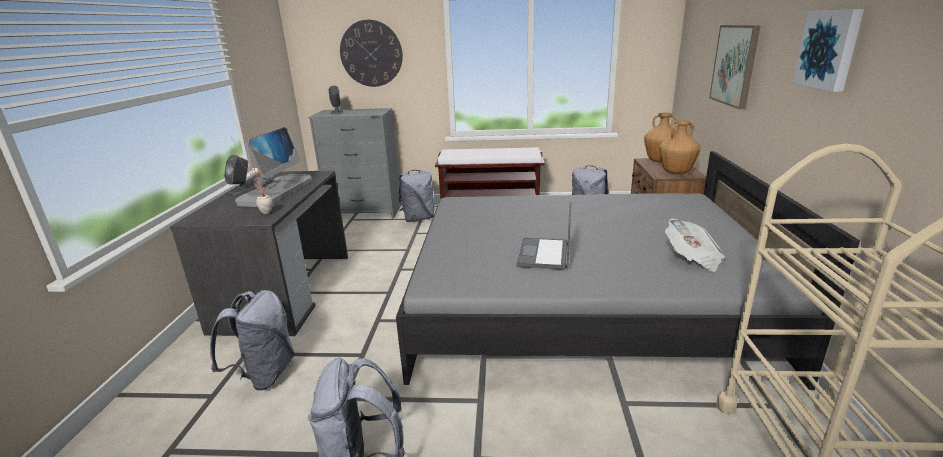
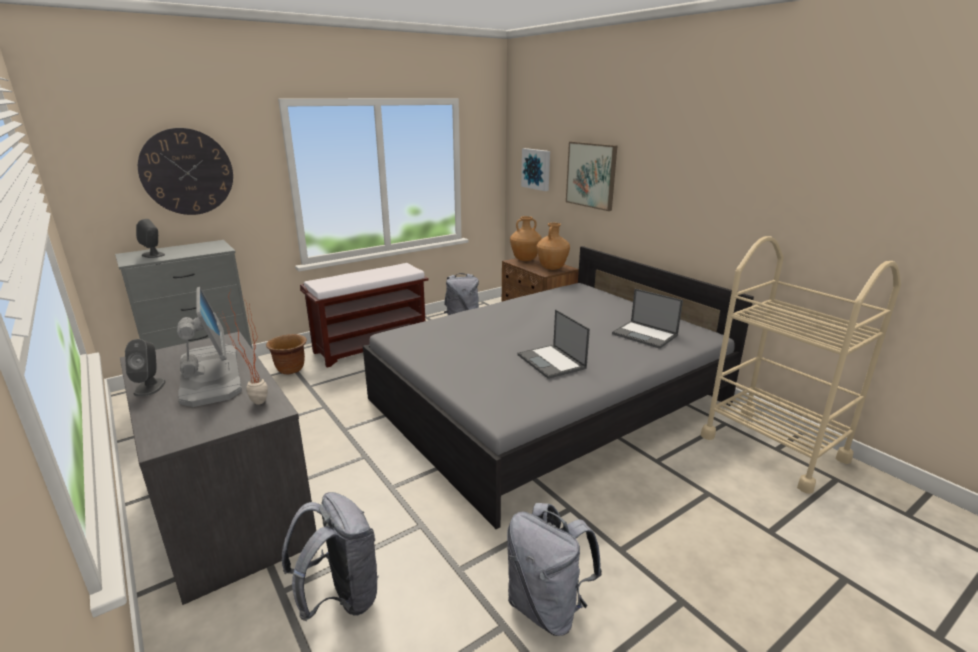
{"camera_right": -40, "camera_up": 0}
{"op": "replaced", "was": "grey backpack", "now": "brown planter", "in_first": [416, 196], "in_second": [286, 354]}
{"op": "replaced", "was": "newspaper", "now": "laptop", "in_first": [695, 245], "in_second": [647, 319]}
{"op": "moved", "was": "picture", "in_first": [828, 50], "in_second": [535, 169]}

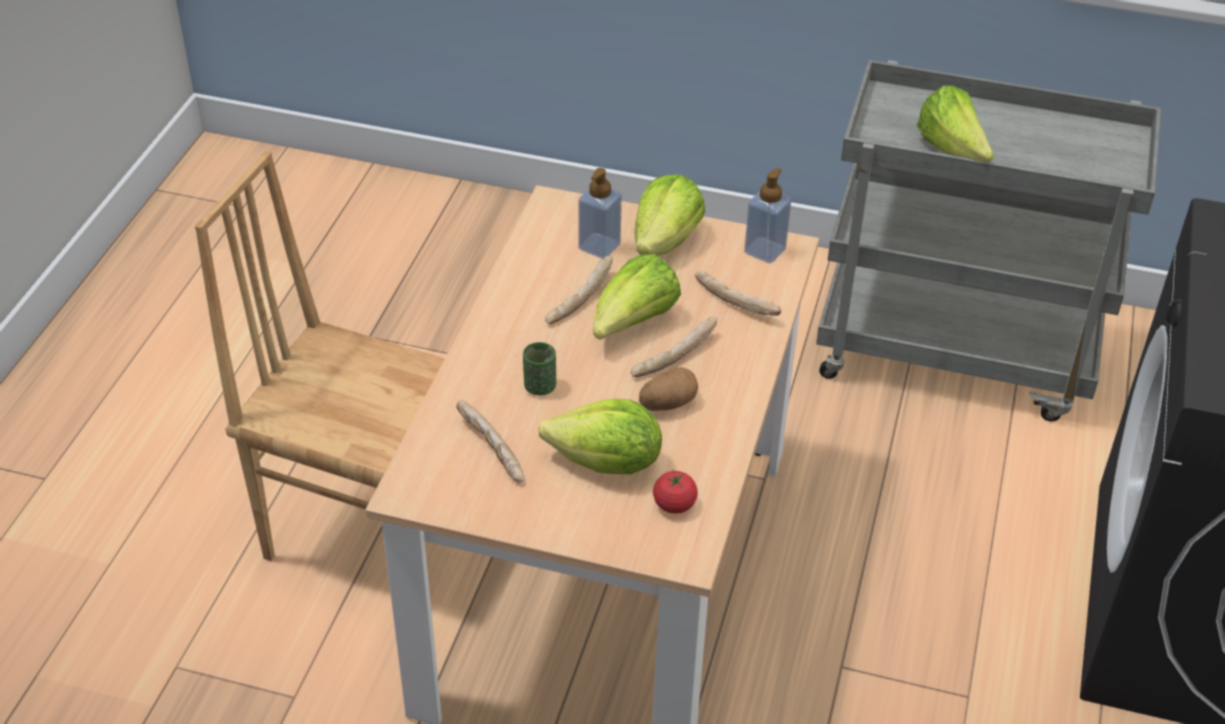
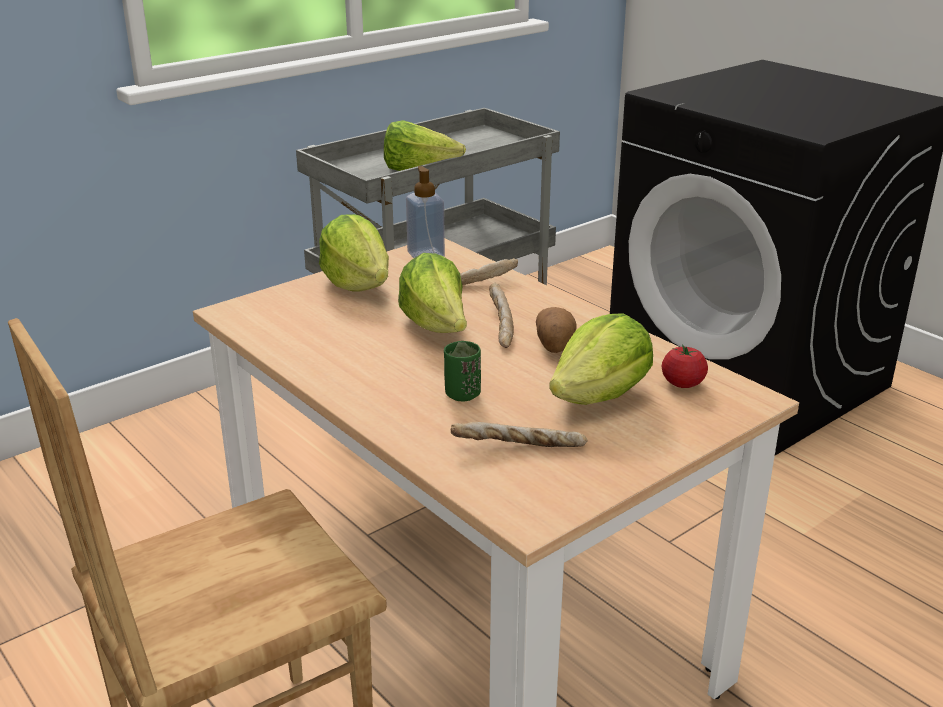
{"camera_right": -55, "camera_up": -15}
{"op": "removed", "was": "bread", "in_first": [579, 290]}
{"op": "removed", "was": "soap dispenser", "in_first": [600, 213]}

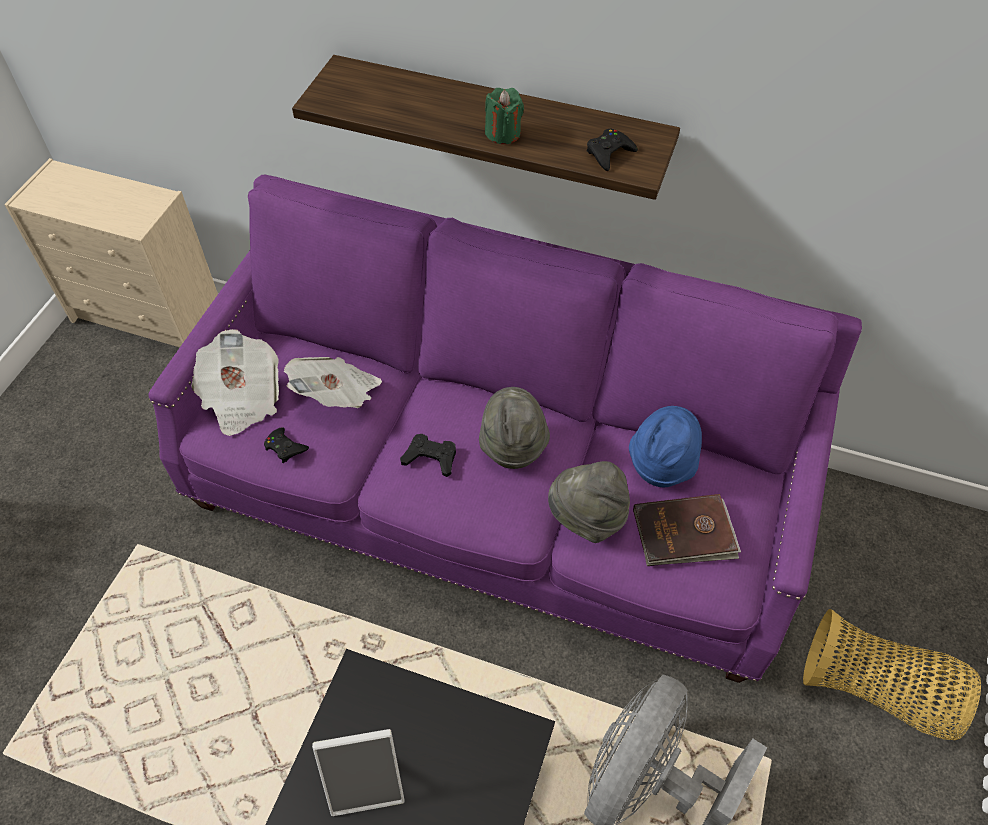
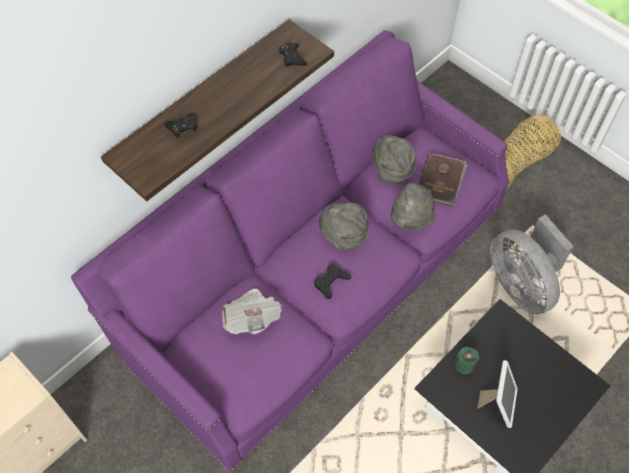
{"camera_right": -65, "camera_up": 5}
{"op": "removed", "was": "newspaper", "in_first": [235, 382]}
{"op": "moved", "was": "black game controller", "in_first": [286, 445], "in_second": [180, 125]}
{"op": "moved", "was": "green candle", "in_first": [504, 116], "in_second": [467, 360]}
{"op": "recoloured", "was": "blue hat", "now": "grey hat", "in_first": [665, 446], "in_second": [394, 159]}

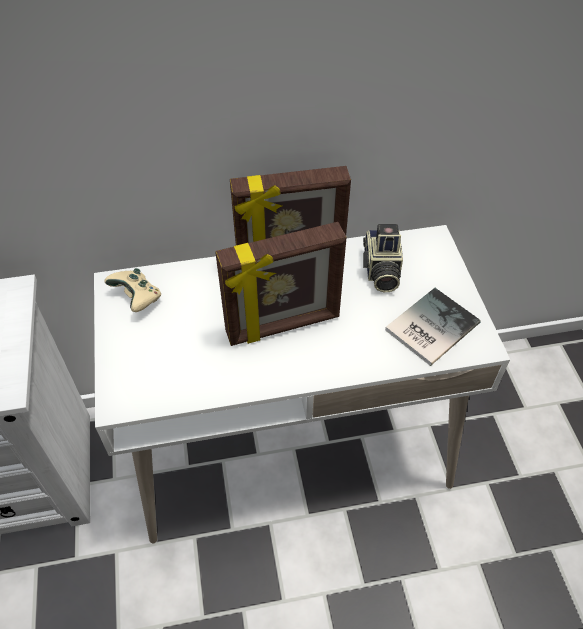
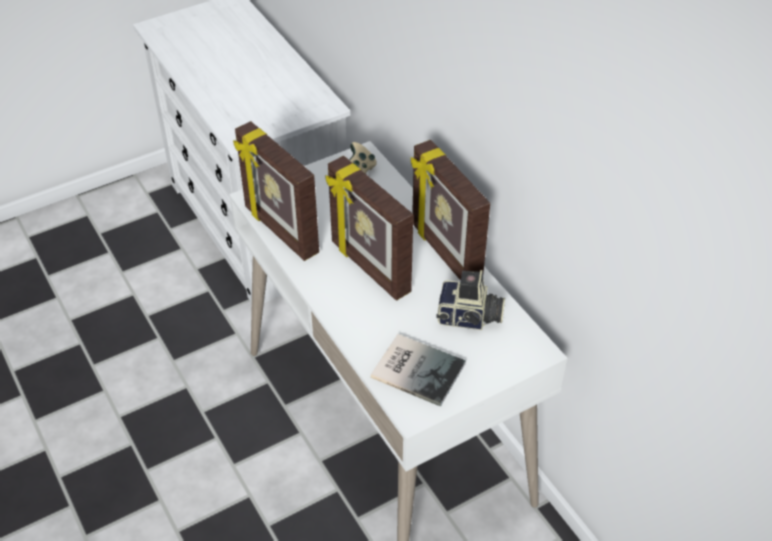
{"camera_right": 70, "camera_up": -5}
{"op": "turned", "was": "photo camera", "in_first": [383, 258], "in_second": [470, 300], "clockwise": -150}
{"op": "added", "now": "picture frame", "in_second": [276, 191]}

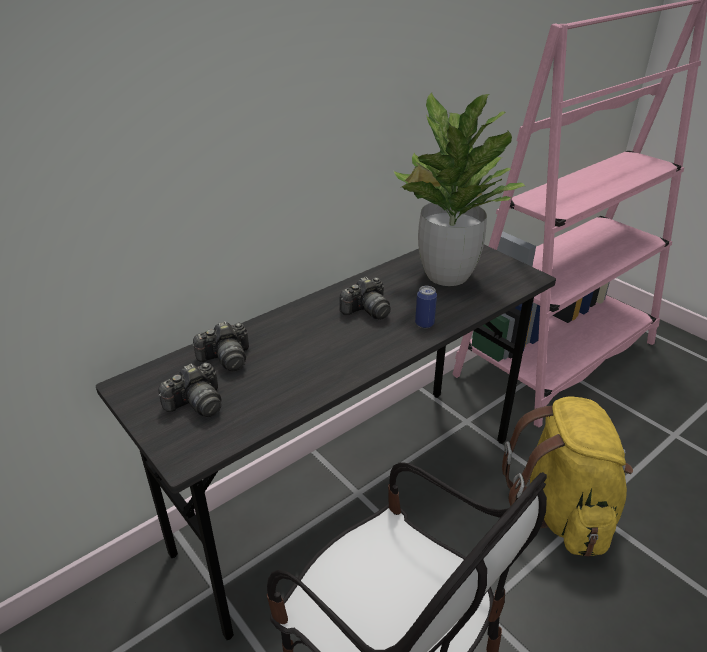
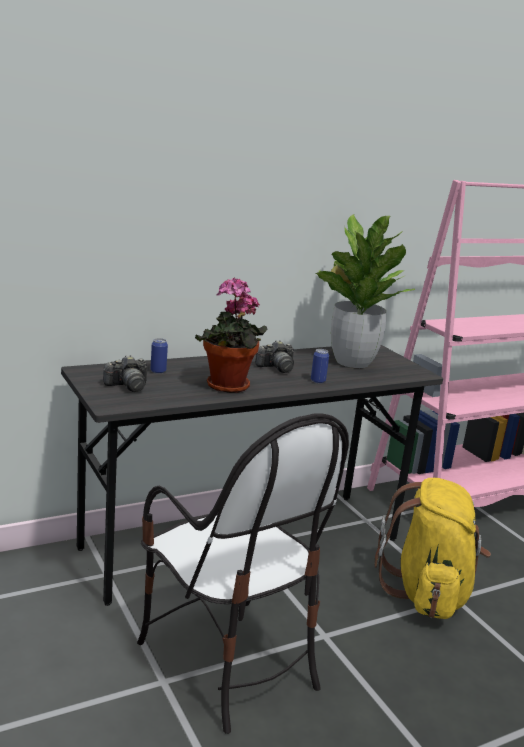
{"camera_right": 10, "camera_up": -15}
{"op": "replaced", "was": "photo camera", "now": "can", "in_first": [220, 346], "in_second": [159, 356]}
{"op": "added", "now": "potted plant", "in_second": [231, 335]}

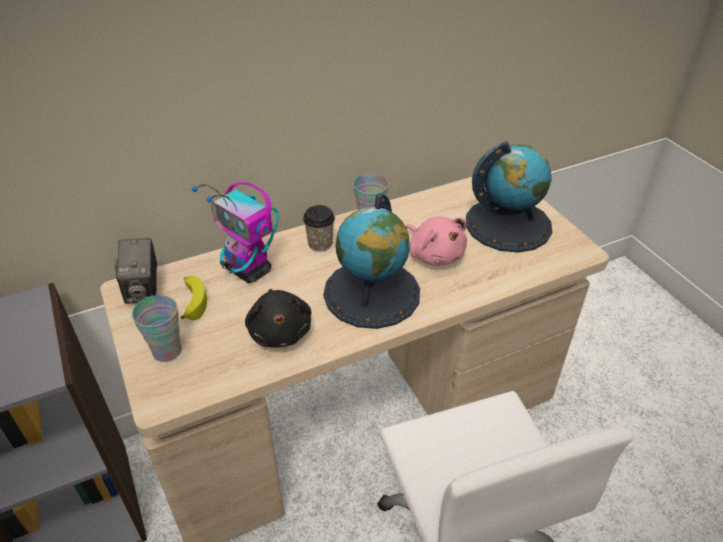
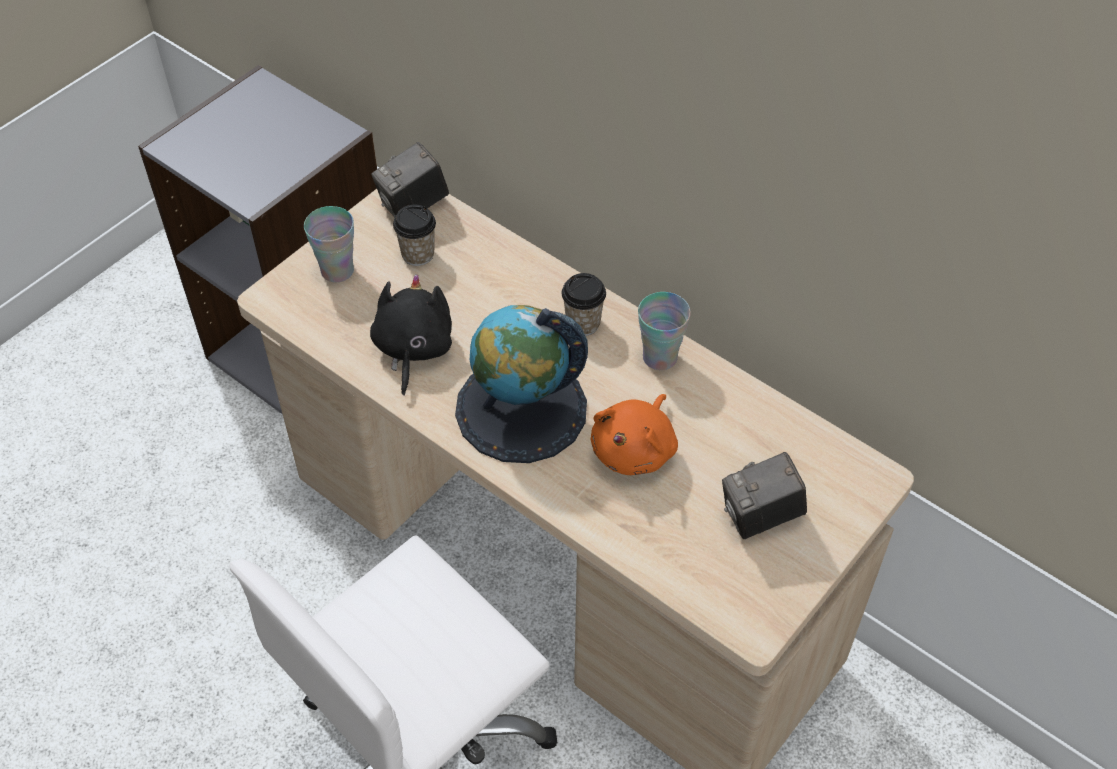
{"camera_right": 65, "camera_up": 10}
{"op": "replaced", "was": "banana", "now": "cup", "in_first": [194, 298], "in_second": [414, 235]}
{"op": "removed", "was": "toy robot", "in_first": [235, 232]}
{"op": "turned", "was": "black plush toy", "in_first": [278, 318], "in_second": [411, 335], "clockwise": 135}
{"op": "recoloured", "was": "pink plush toy", "now": "orange plush toy", "in_first": [436, 241], "in_second": [634, 434]}
{"op": "replaced", "was": "globe", "now": "photo camera", "in_first": [509, 197], "in_second": [764, 495]}

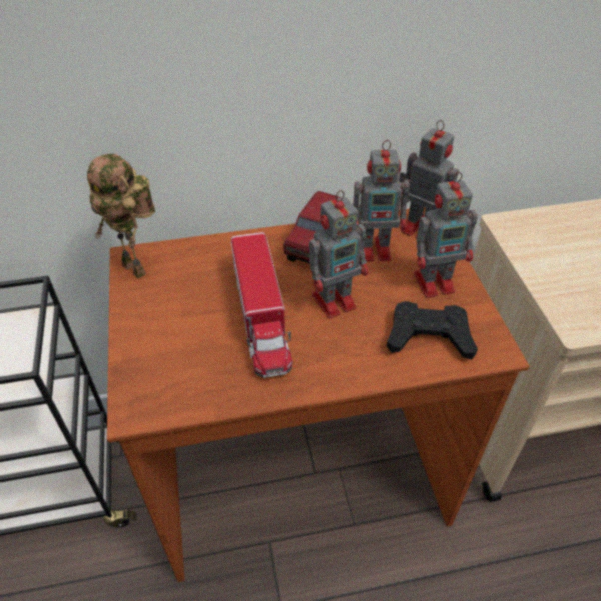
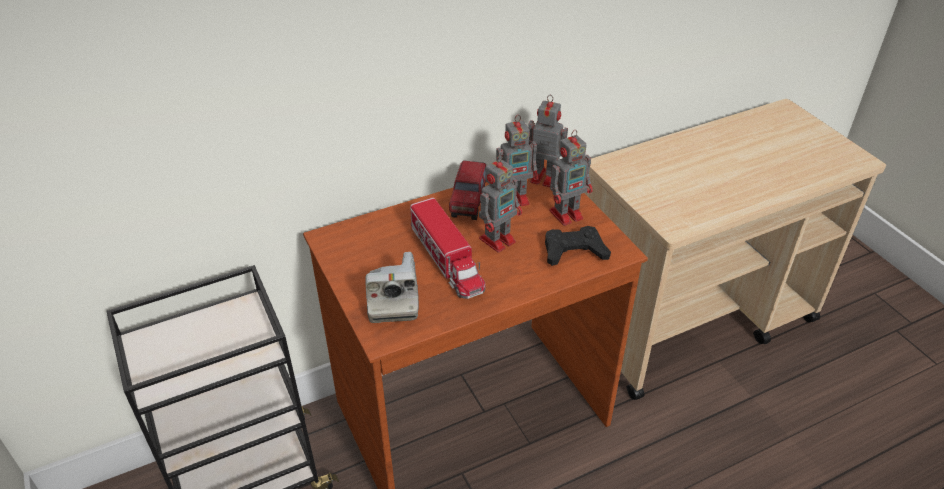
{"camera_right": -15, "camera_up": -5}
{"op": "removed", "was": "toy robot", "in_first": [121, 216]}
{"op": "added", "now": "photo camera", "in_second": [392, 287]}

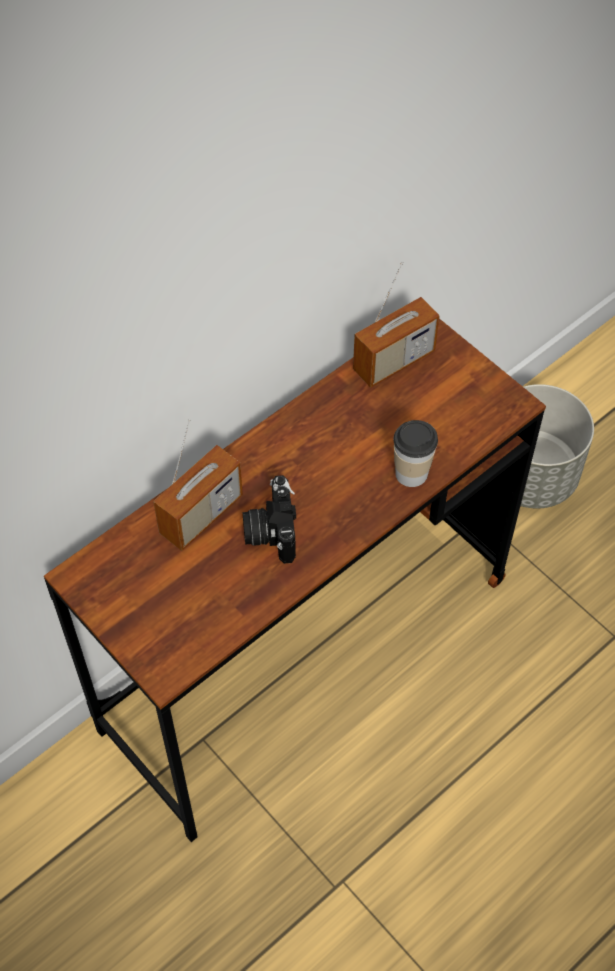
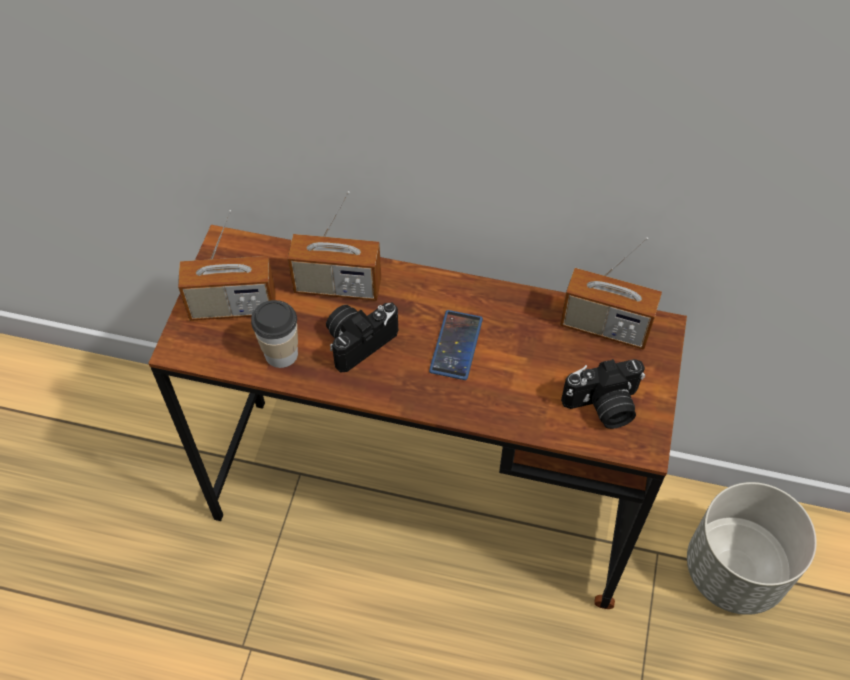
{"camera_right": 55, "camera_up": 0}
{"op": "moved", "was": "cup", "in_first": [415, 453], "in_second": [274, 334]}
{"op": "added", "now": "radio", "in_second": [227, 265]}
{"op": "added", "now": "phone", "in_second": [456, 345]}
{"op": "added", "now": "photo camera", "in_second": [603, 394]}

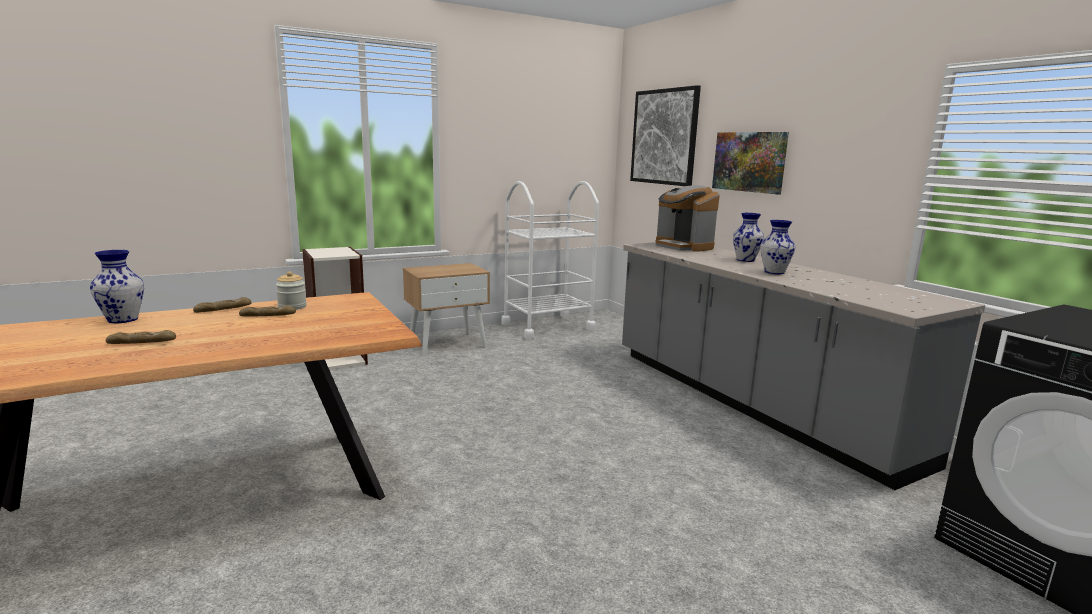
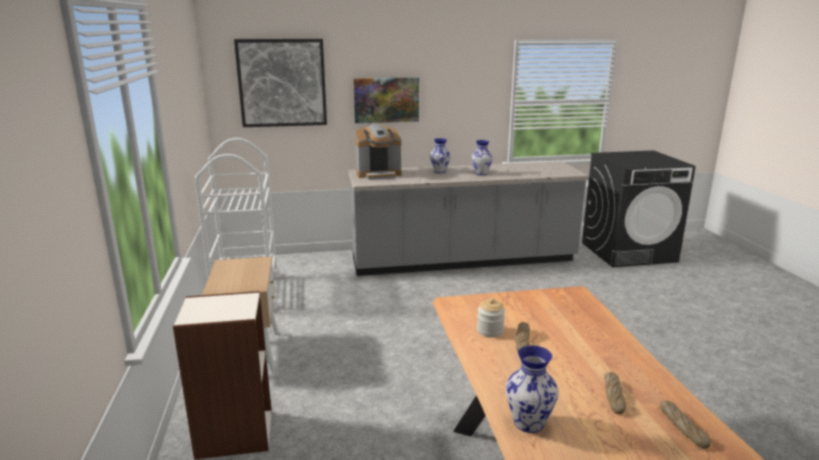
{"camera_right": -70, "camera_up": 5}
{"op": "moved", "was": "bread", "in_first": [222, 305], "in_second": [685, 424]}

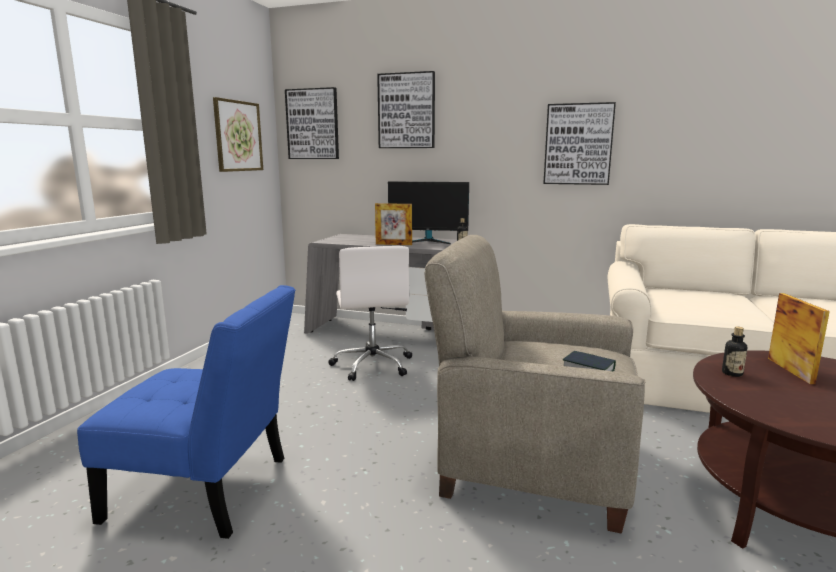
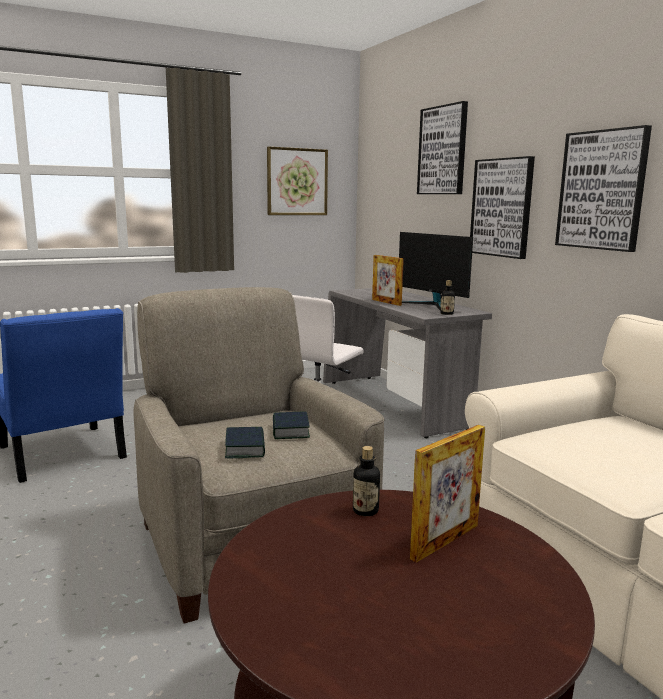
{"camera_right": 45, "camera_up": 0}
{"op": "moved", "was": "picture", "in_first": [312, 123], "in_second": [502, 207]}
{"op": "added", "now": "book", "in_second": [291, 425]}

